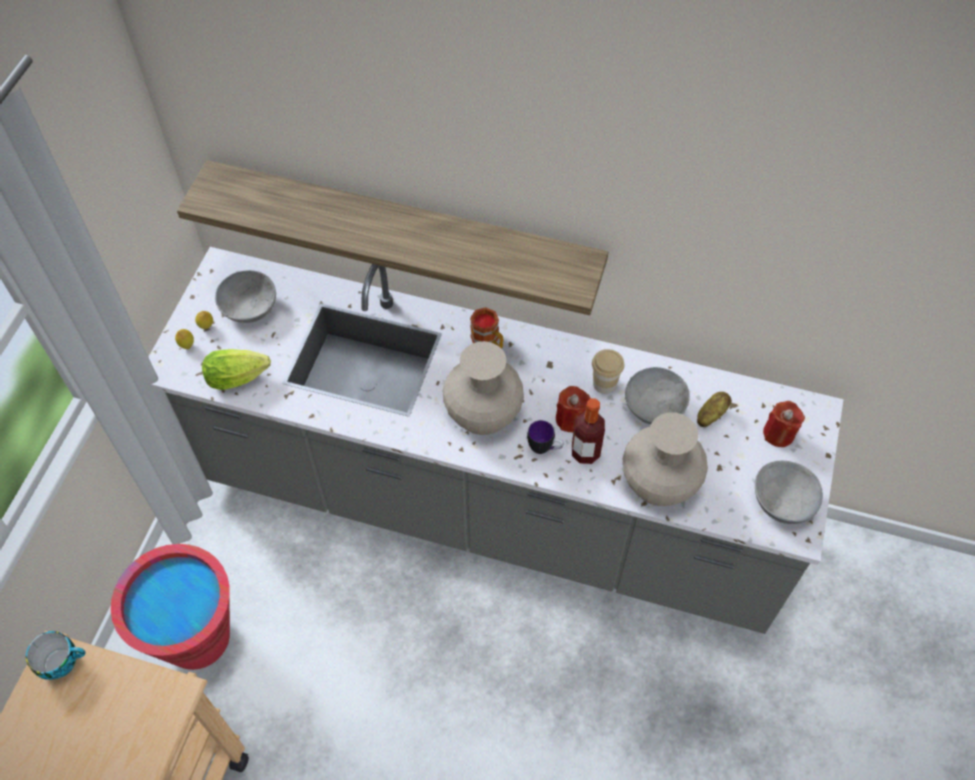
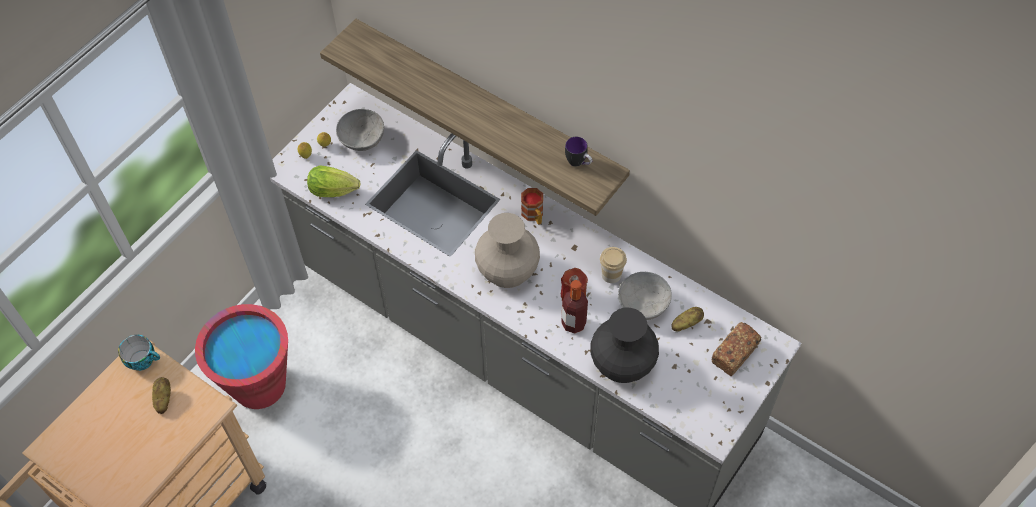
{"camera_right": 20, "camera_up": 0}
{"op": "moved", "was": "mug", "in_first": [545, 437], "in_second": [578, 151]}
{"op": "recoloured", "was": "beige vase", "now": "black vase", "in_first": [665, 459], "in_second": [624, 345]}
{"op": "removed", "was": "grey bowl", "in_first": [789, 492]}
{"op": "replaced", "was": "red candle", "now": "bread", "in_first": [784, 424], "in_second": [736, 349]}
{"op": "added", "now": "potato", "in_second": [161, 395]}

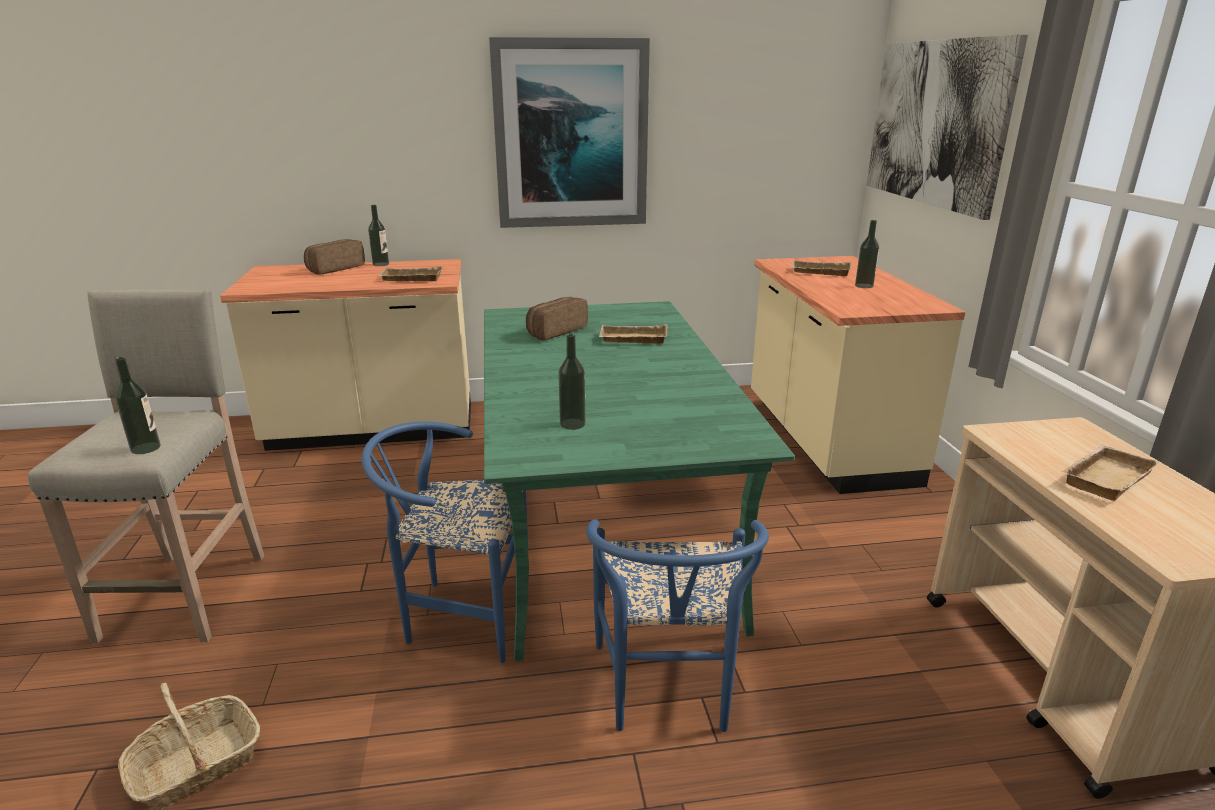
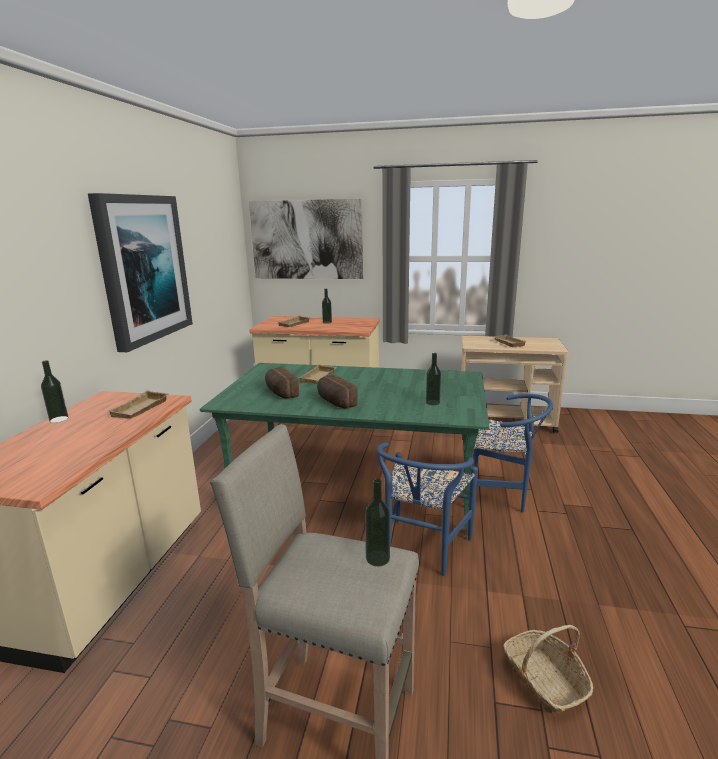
{"camera_right": -70, "camera_up": -5}
{"op": "moved", "was": "bread", "in_first": [334, 257], "in_second": [337, 391]}

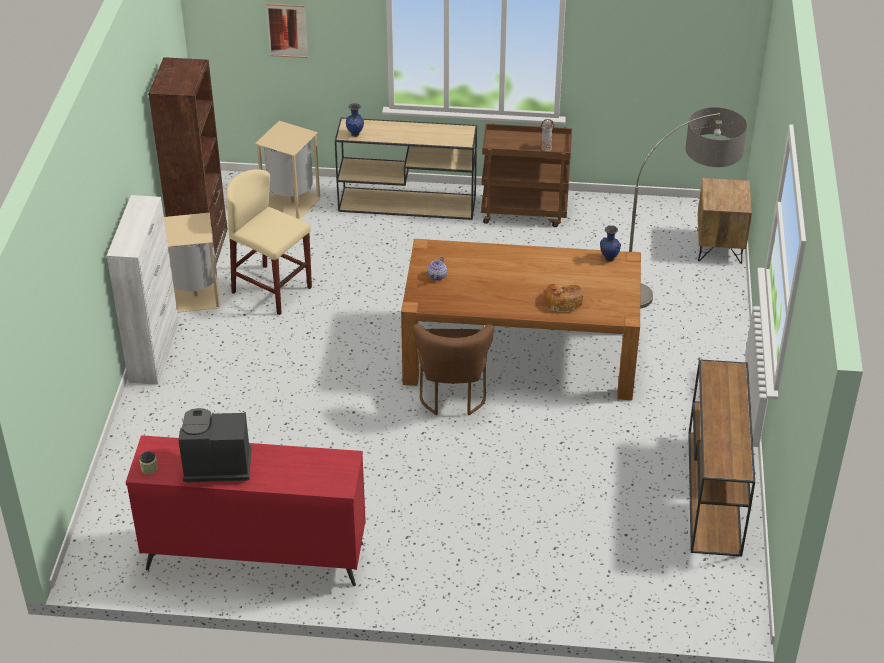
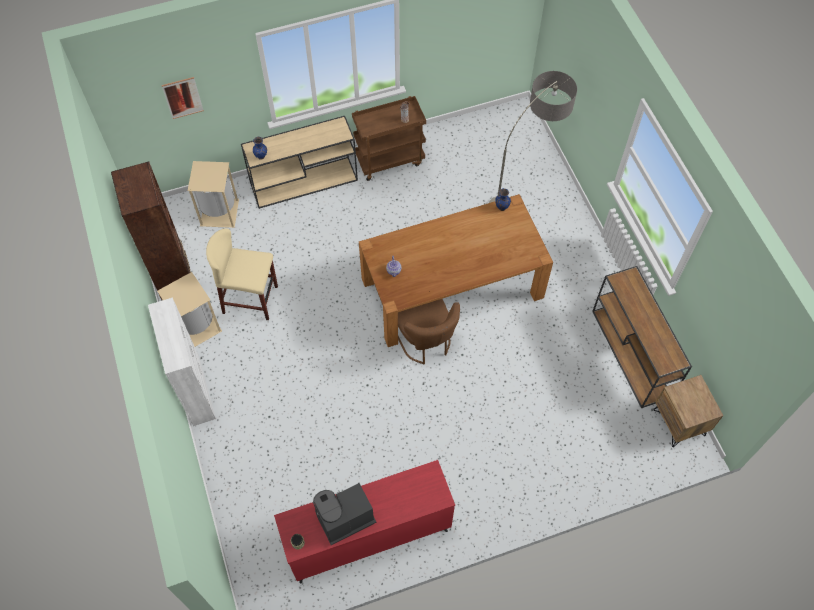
{"camera_right": -25, "camera_up": 20}
{"op": "removed", "was": "bread", "in_first": [564, 298]}
{"op": "moved", "was": "brown nightstand", "in_first": [724, 221], "in_second": [688, 411]}

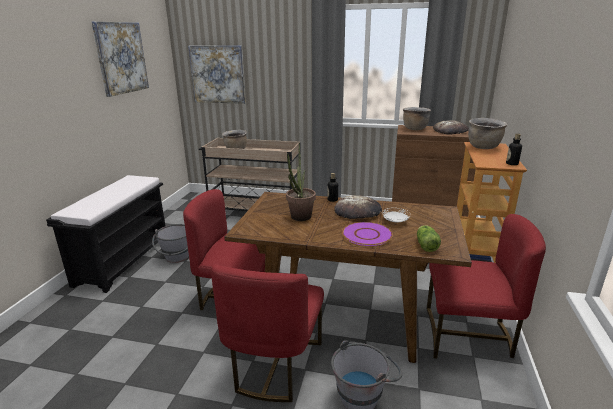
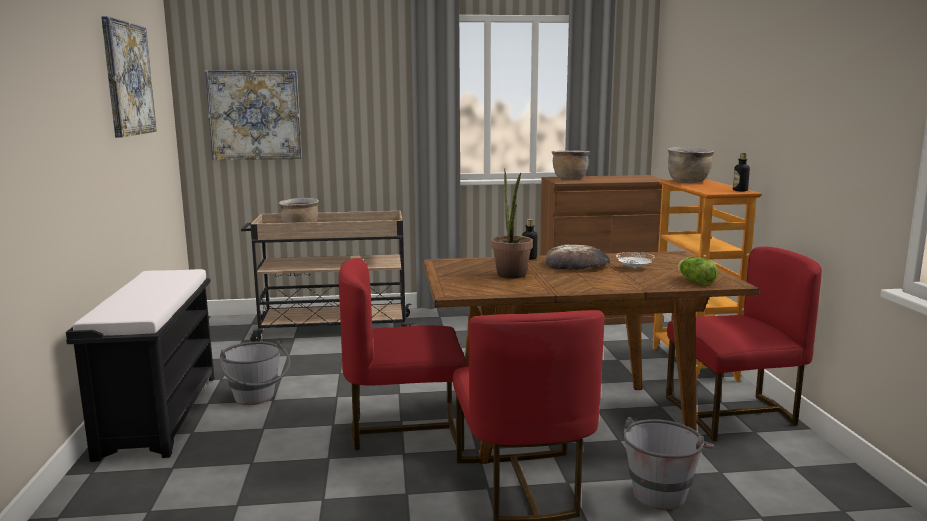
{"camera_right": -20, "camera_up": -10}
{"op": "removed", "was": "purple plate", "in_first": [367, 234]}
{"op": "removed", "was": "bread", "in_first": [451, 127]}

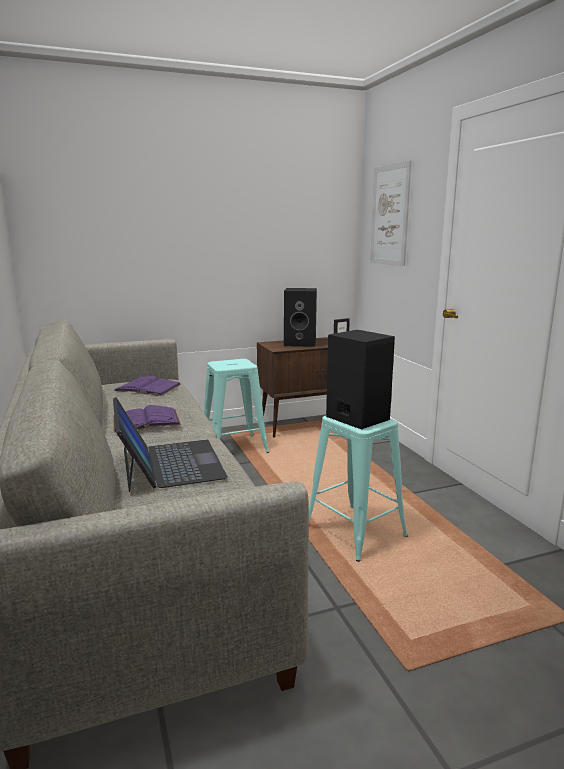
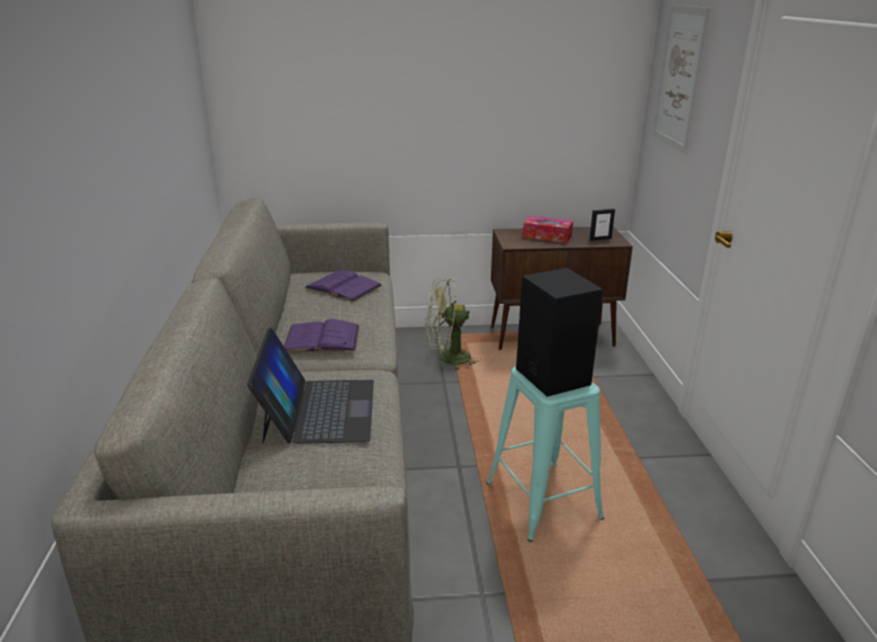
{"camera_right": 15, "camera_up": 10}
{"op": "replaced", "was": "turquoise stool", "now": "green fan", "in_first": [236, 406], "in_second": [452, 324]}
{"op": "replaced", "was": "black speaker", "now": "tissue box", "in_first": [300, 317], "in_second": [548, 229]}

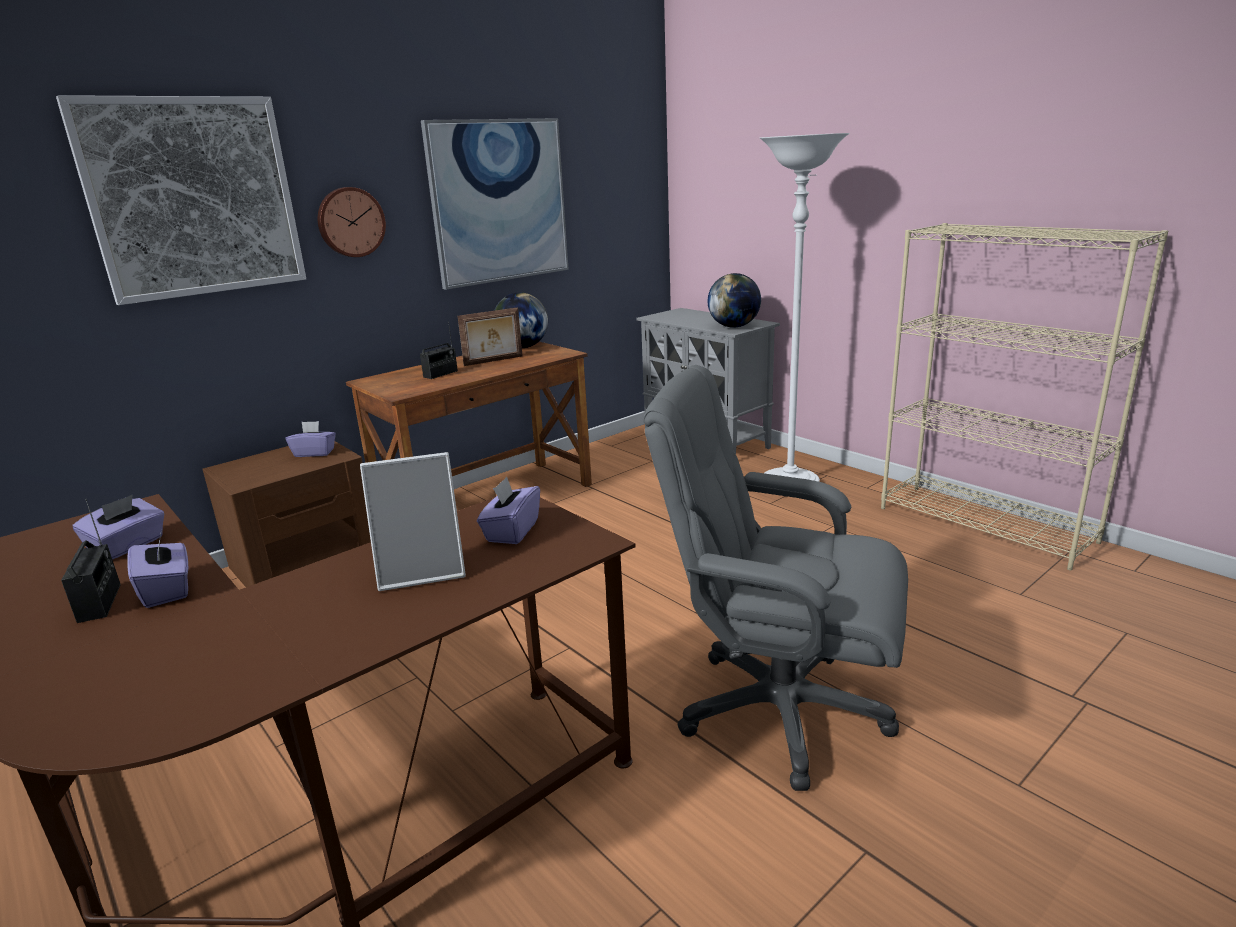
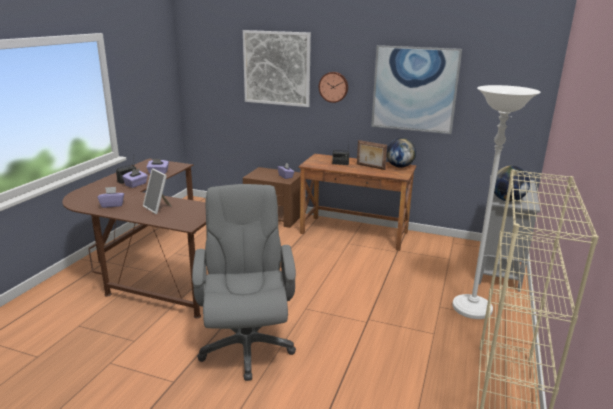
{"camera_right": 60, "camera_up": 0}
{"op": "moved", "was": "purple tissue box", "in_first": [508, 510], "in_second": [110, 197]}

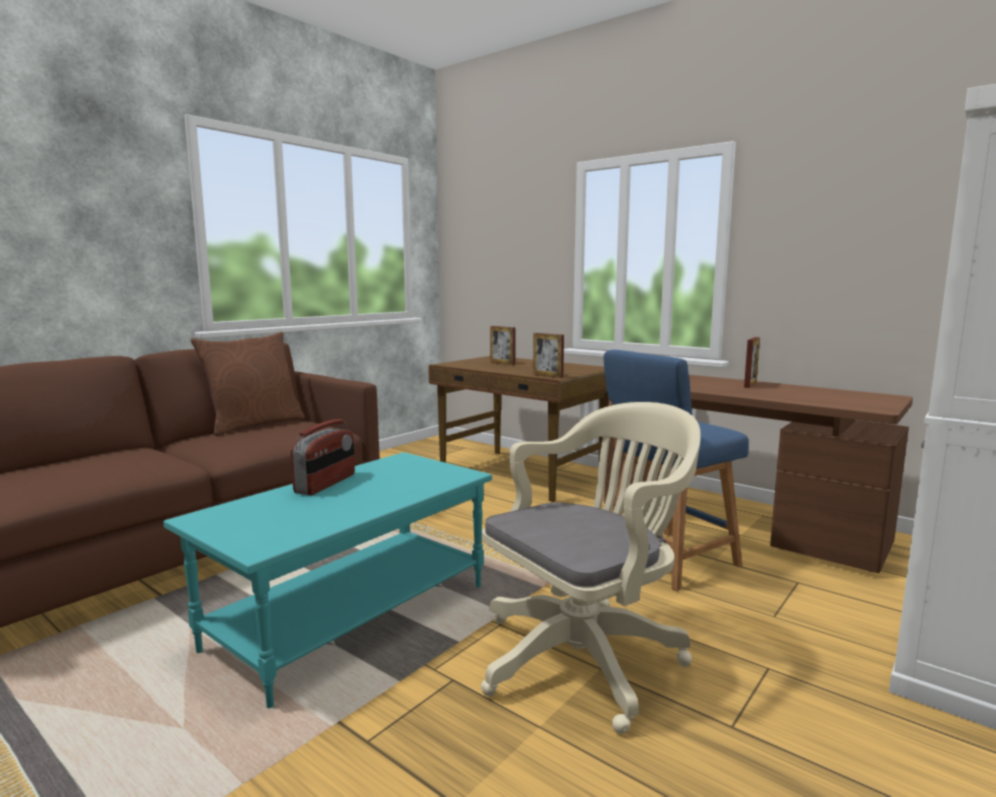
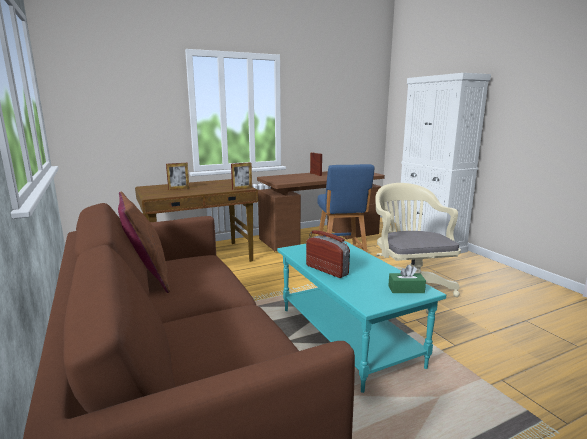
{"camera_right": -65, "camera_up": 5}
{"op": "added", "now": "green tissue box", "in_second": [407, 279]}

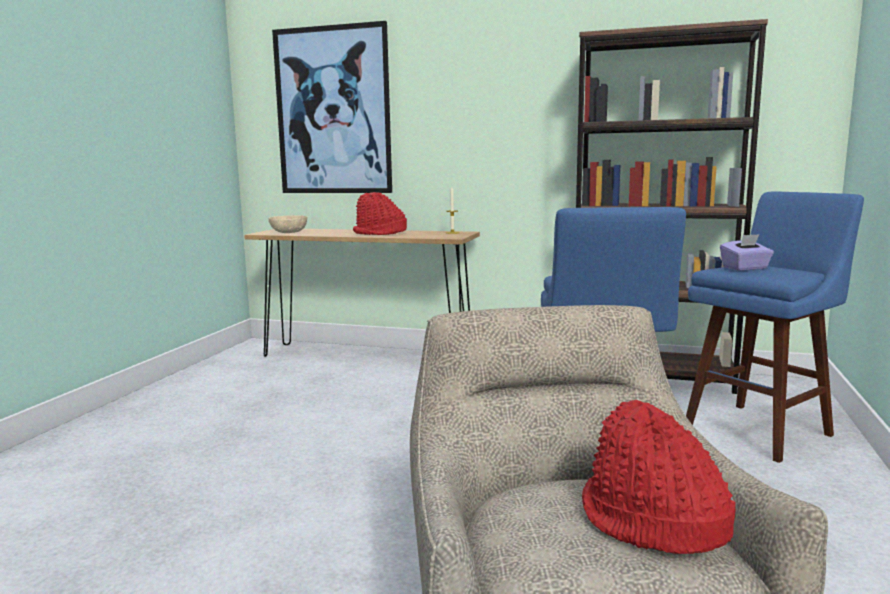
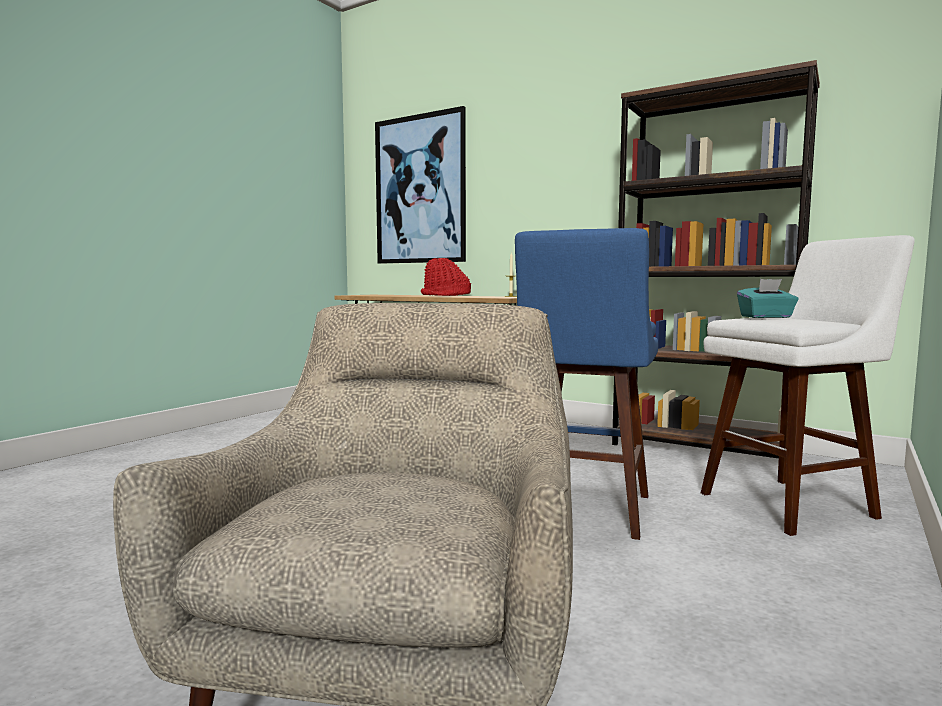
{"camera_right": 15, "camera_up": -5}
{"op": "removed", "was": "beige bowl", "in_first": [288, 224]}
{"op": "removed", "was": "red hat", "in_first": [659, 477]}
{"op": "recoloured", "was": "blue stool", "now": "white stool", "in_first": [775, 327], "in_second": [808, 385]}
{"op": "recoloured", "was": "purple tissue box", "now": "turquoise tissue box", "in_first": [747, 252], "in_second": [768, 298]}

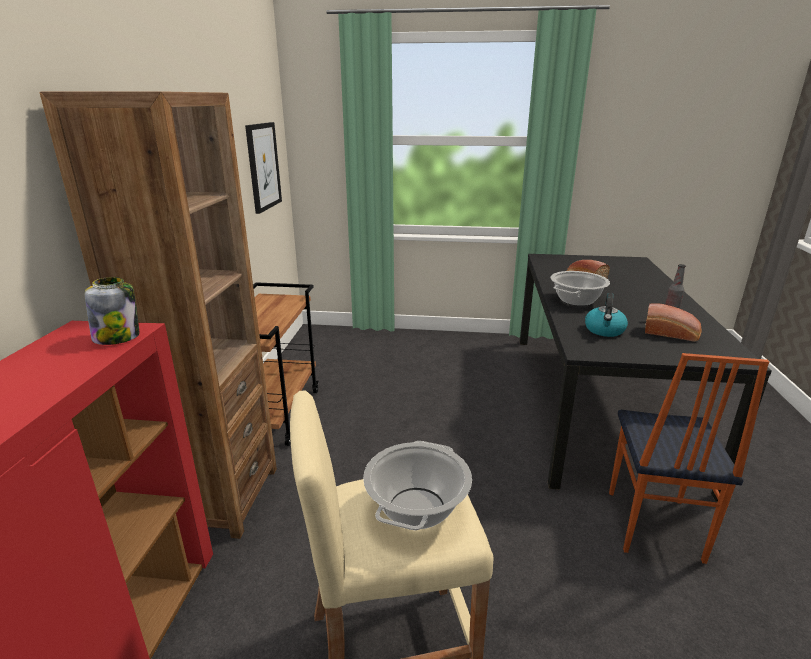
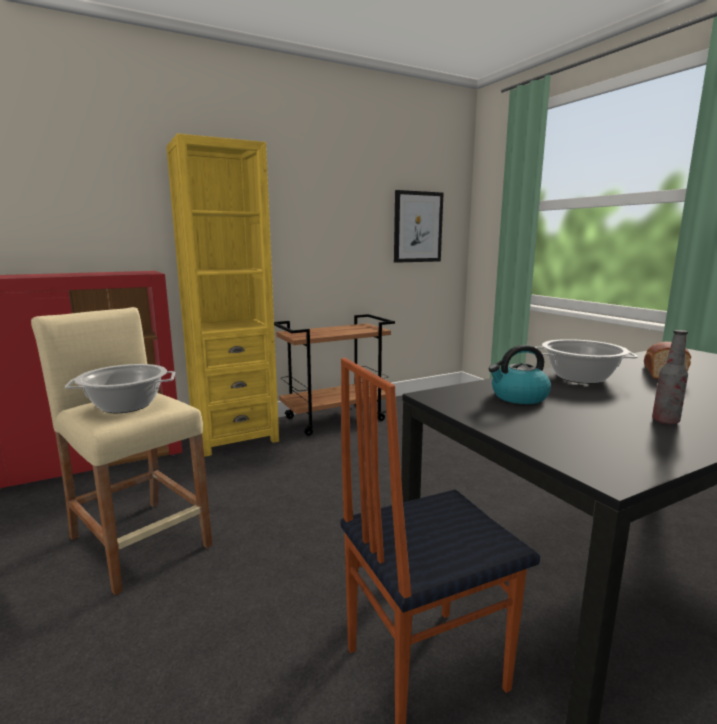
{"camera_right": 55, "camera_up": -10}
{"op": "recoloured", "was": "brown bookcase", "now": "yellow bookcase", "in_first": [158, 315], "in_second": [222, 295]}
{"op": "removed", "was": "jar", "in_first": [112, 311]}
{"op": "removed", "was": "bread", "in_first": [673, 323]}

